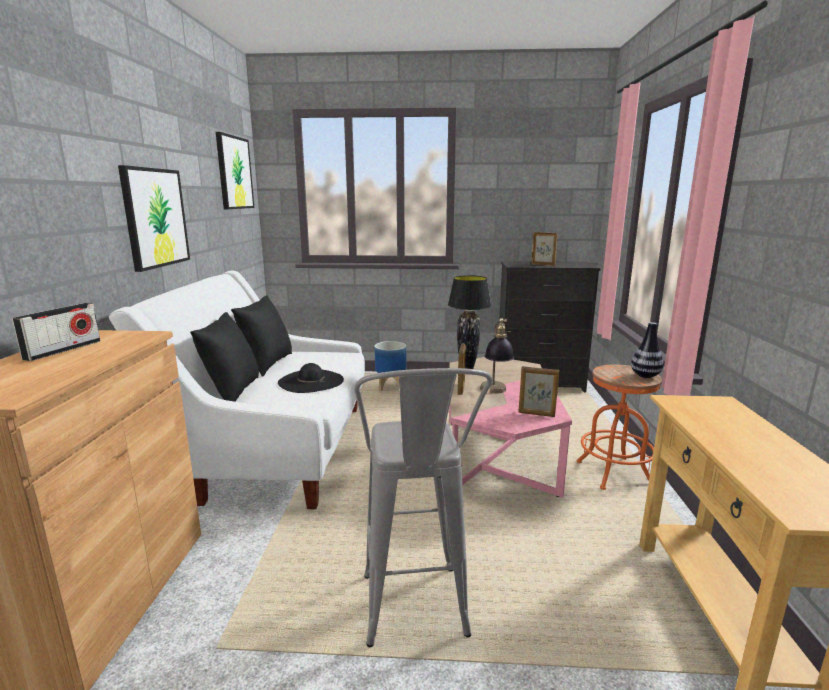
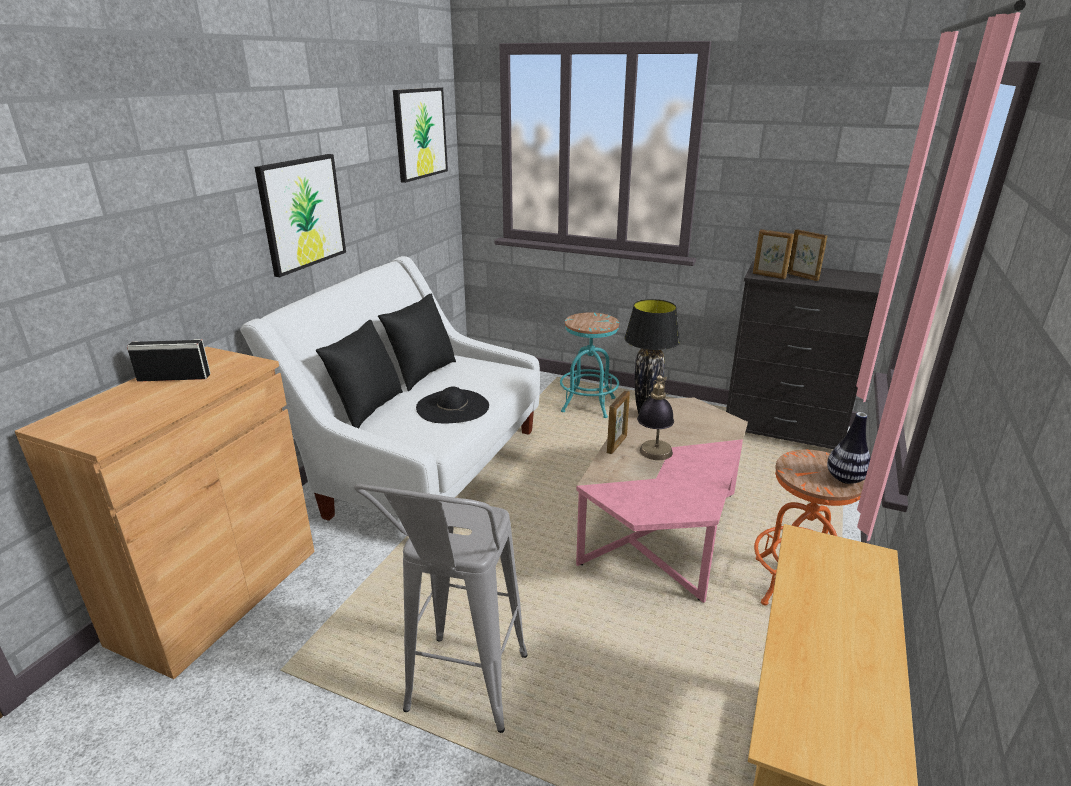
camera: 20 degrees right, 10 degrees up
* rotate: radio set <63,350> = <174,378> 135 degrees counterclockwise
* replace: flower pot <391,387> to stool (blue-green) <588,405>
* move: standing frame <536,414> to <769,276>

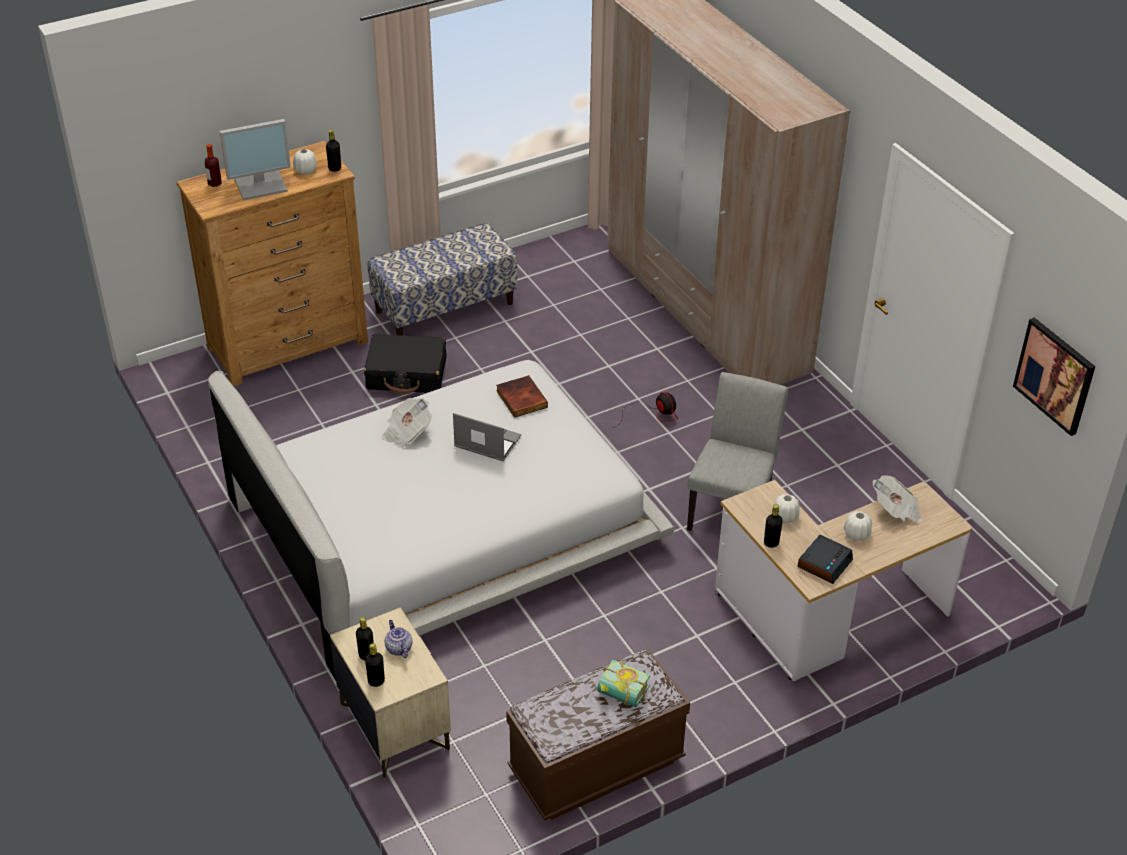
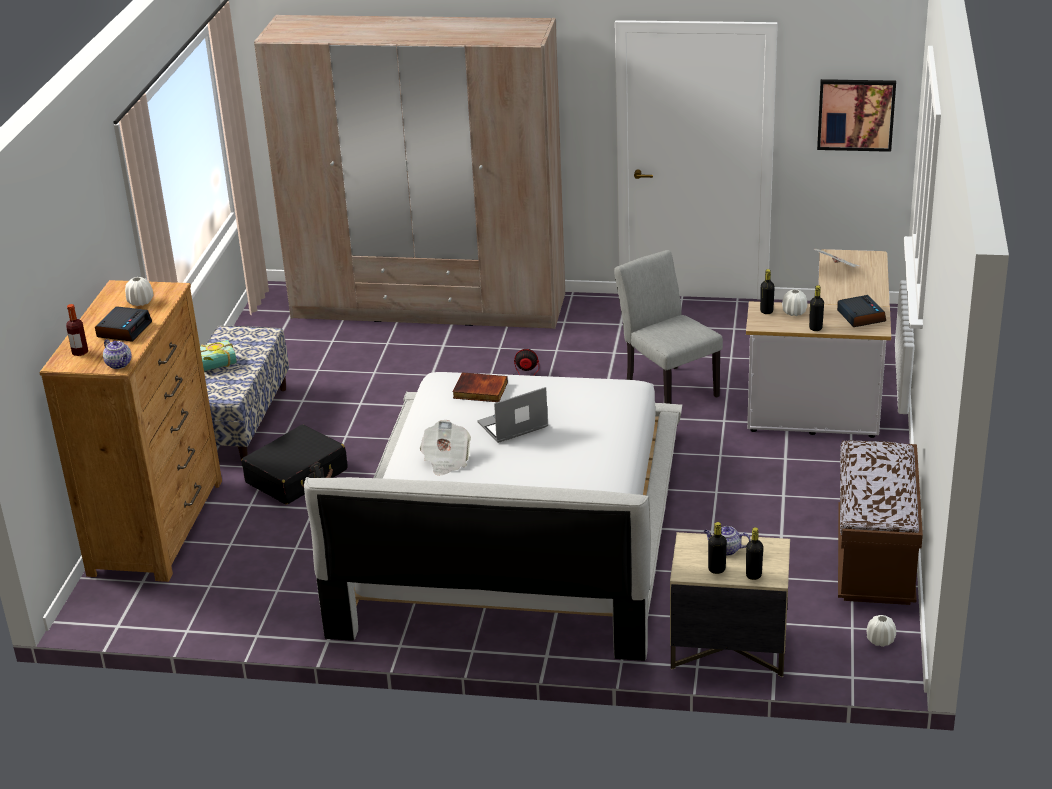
camera: 50 degrees left, 10 degrees down
* replace: computer display <261,184> to alarm clock <124,329>
* insert: tea pot <119,364>
* move: book <620,695> to <218,366>
* move: beverage bottle (blackish) <335,168> to <766,311>
* move: decorative vase (white-coloured) <856,534> to <880,640>

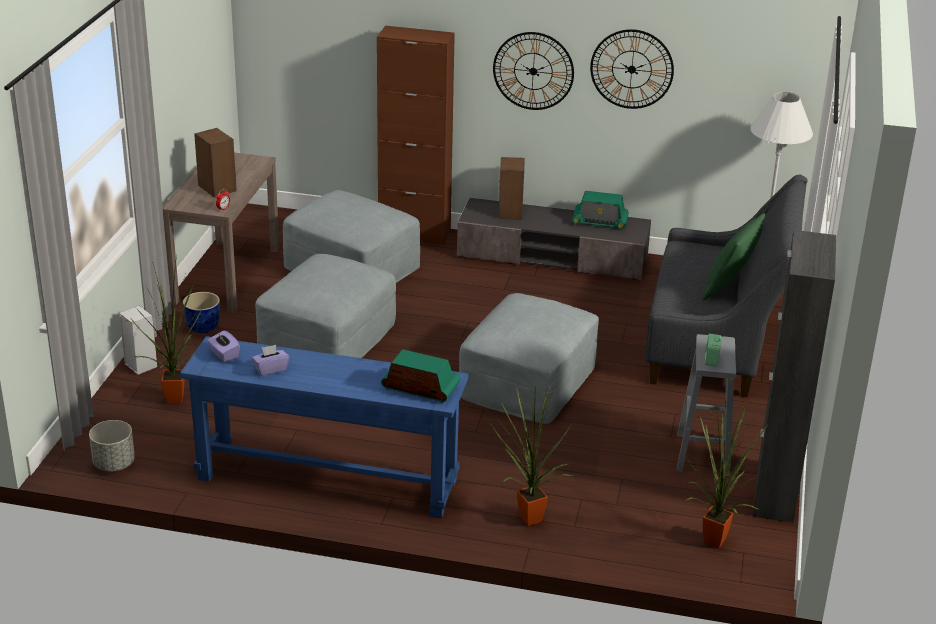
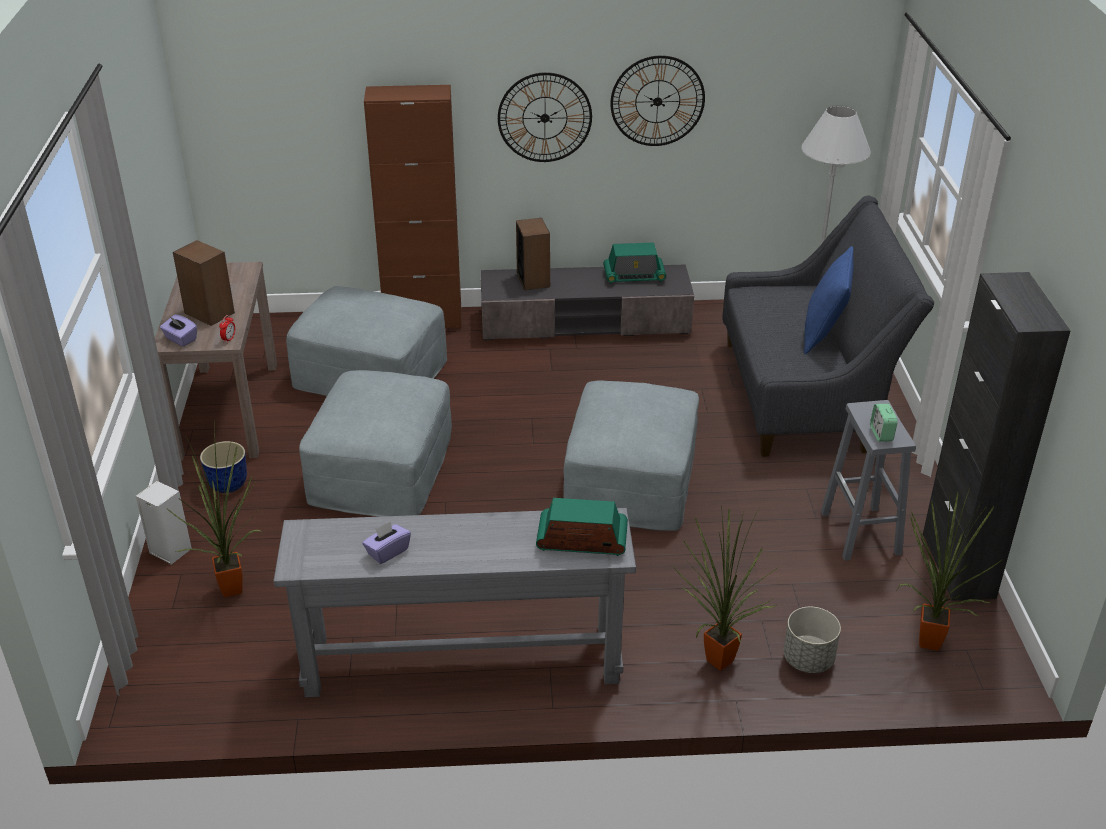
camera: 15 degrees left, 5 degrees up
* move: tissue box (purple) <224,355> to <180,339>
* recolor: narrow table (bluish) <327,479> to narrow table (gray) <462,660>
* move: flower pot (gray) <114,464> to <808,660>
* recolor: cushion (green) <730,287> to cushion (bluish) <824,333>

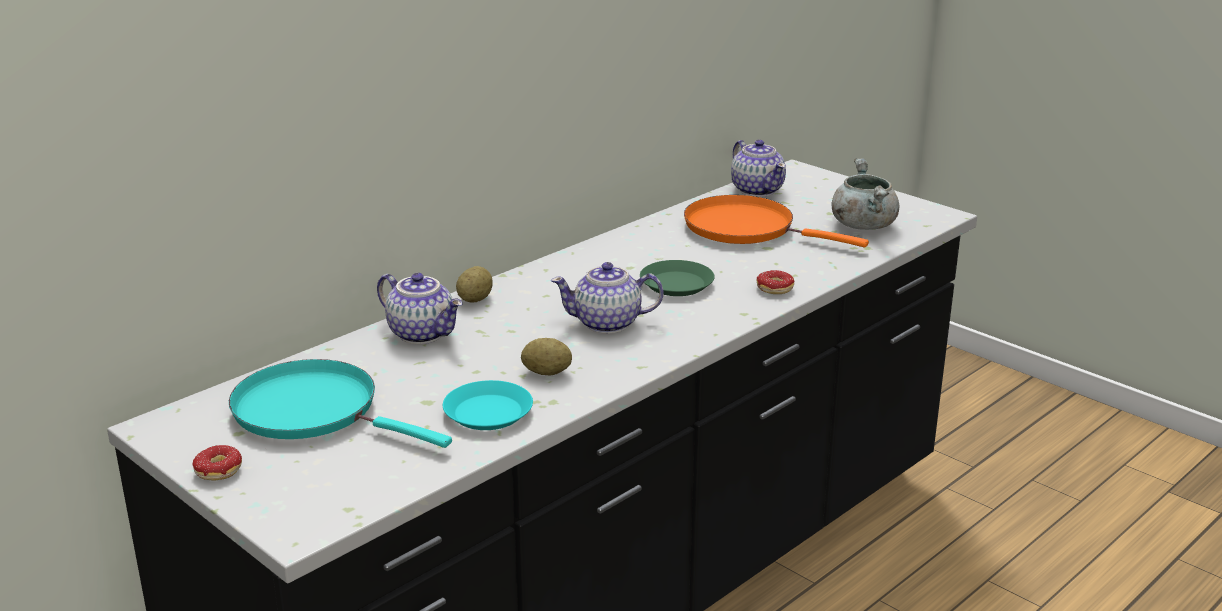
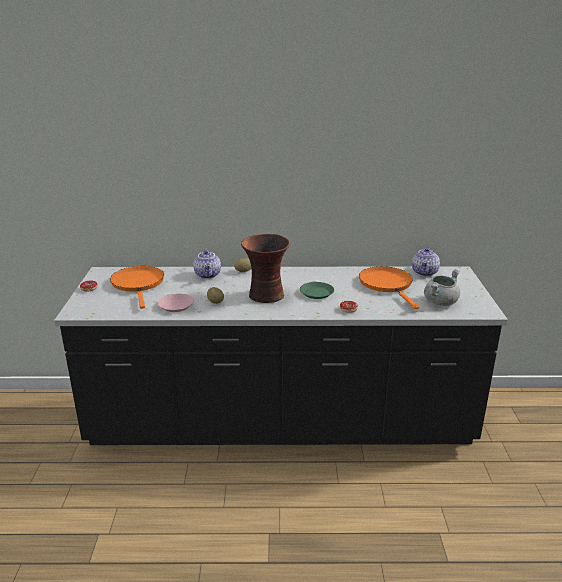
camera: 45 degrees right, 0 degrees up
* recolor: skillet (blue-green) <314,411> to skillet (orange) <138,284>
* recolor: plate (blue-green) <488,412> to plate (pinkish) <176,305>
* replace: tea pot <608,323> to decorative vase <266,296>

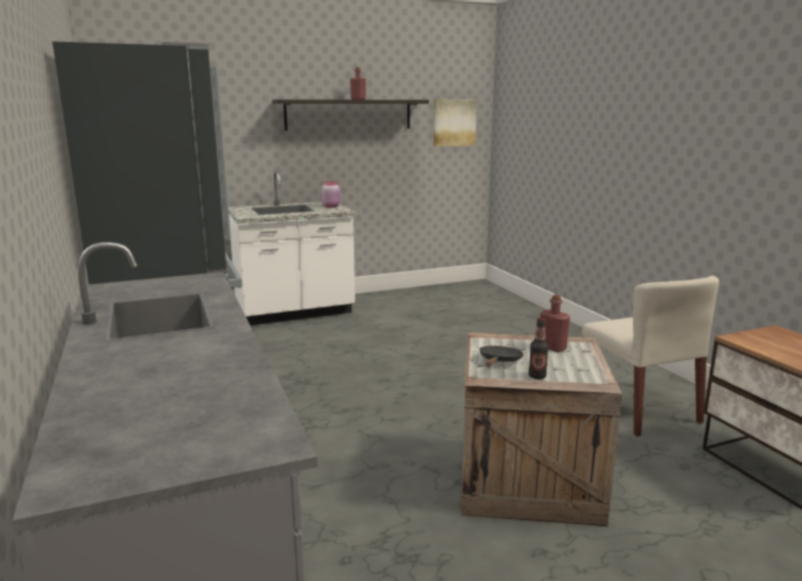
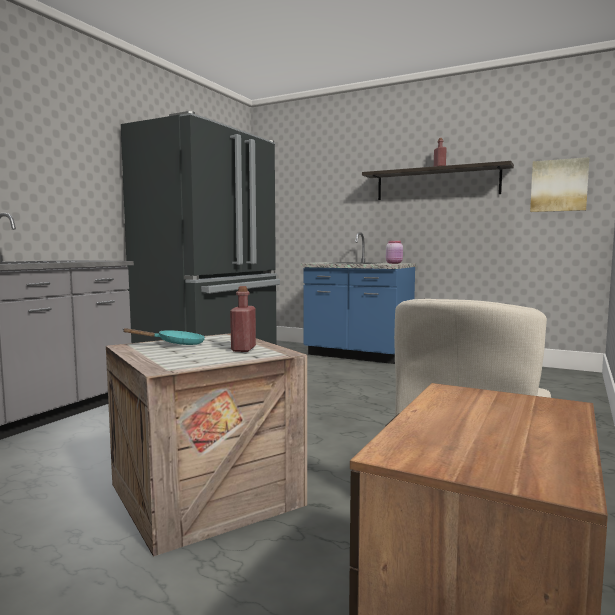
camera: 50 degrees right, 10 degrees down
* recolor: skillet (blackish) <499,361> to skillet (blue-green) <176,344>
* recolor: kitchen base unit (white-coloured) <295,312> to kitchen base unit (bluish) <358,355>
* delete: beverage bottle <537,376>

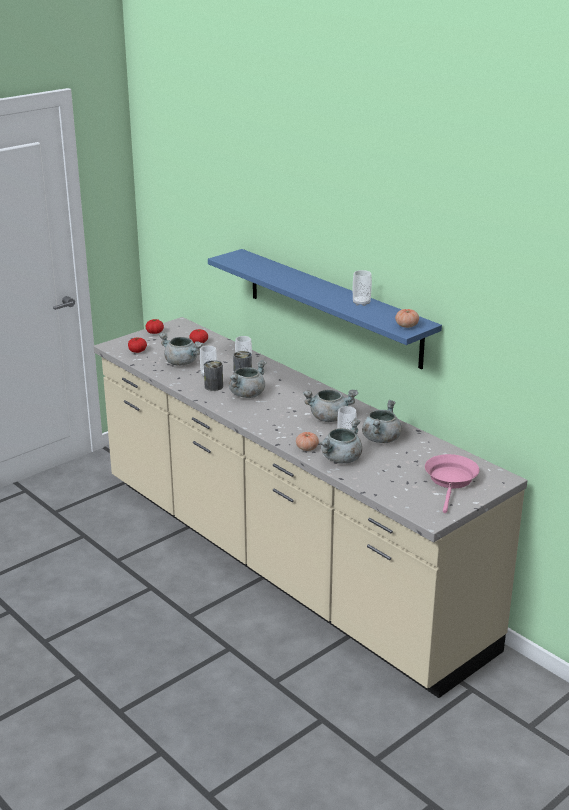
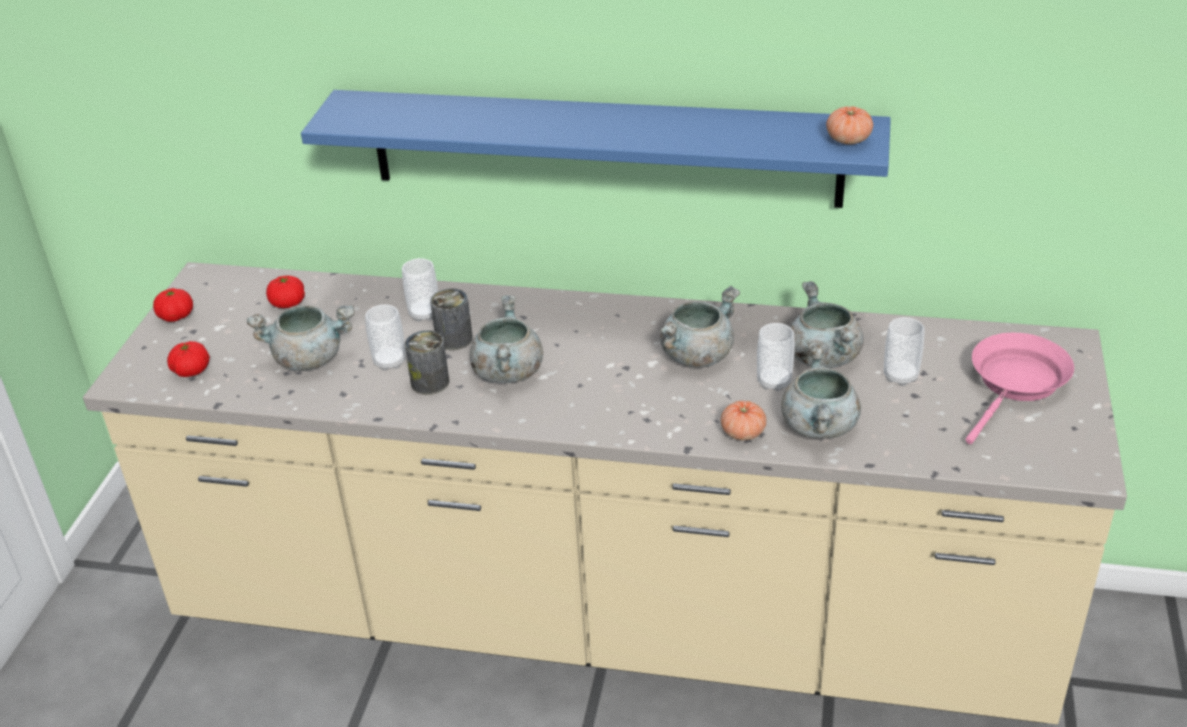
camera: 35 degrees left, 10 degrees up
* move: drinking cup <361,303> to <900,376>
* rotate: skillet (pinkish) <451,481> = <1016,384> 60 degrees clockwise

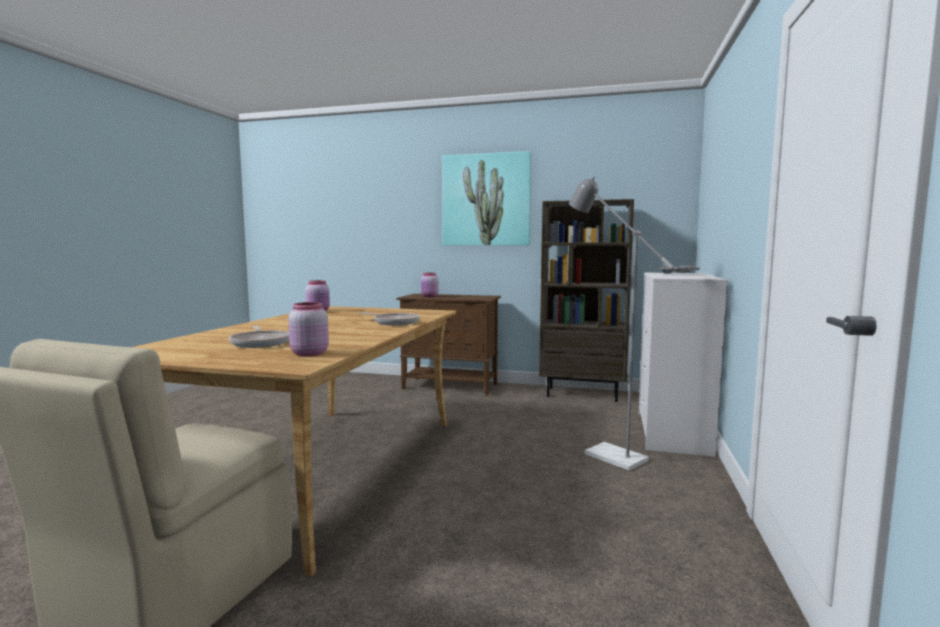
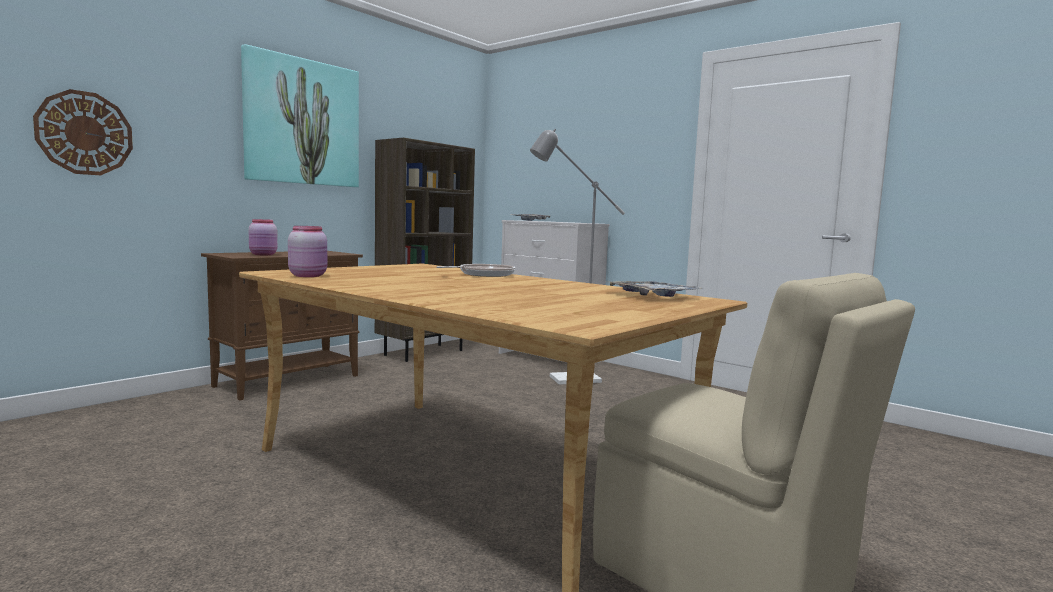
camera: 65 degrees left, 0 degrees up
* insert: clock on the wall <84,133>
* replace: jar (pinkish) <308,353> to carrying tray <653,296>
* delete: skillet <261,343>

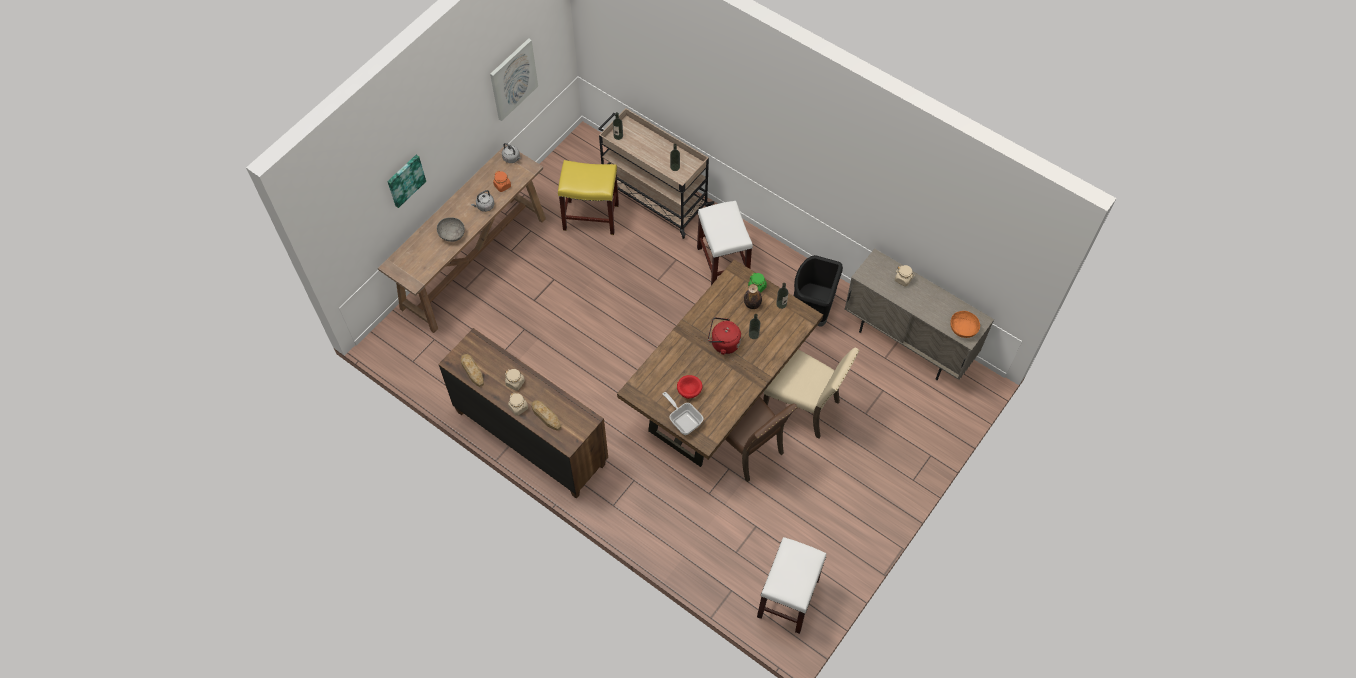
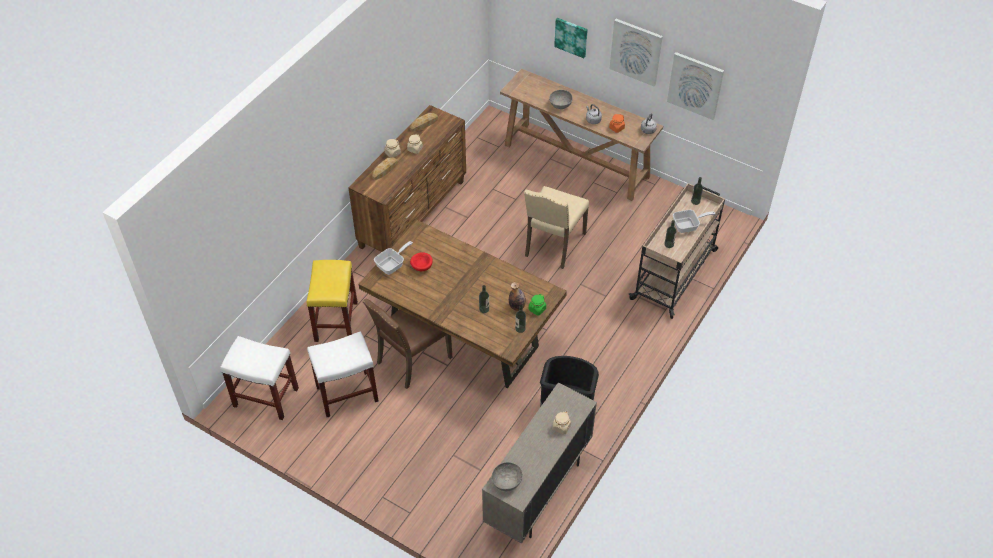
camera: 85 degrees right, 10 degrees down
* move: stool (yellowish) <590,217> to <336,321>
* move: stool (white-coloured) <722,263> to <347,393>
* recolor: deep dish (orange) <963,329> to deep dish (gray) <507,481>
* move: upright chair (sand-coloured) <803,407> to <553,245>
* insert: wall picture <636,51>
* insert: skillet <688,226>
* delete: tea kettle (red) <723,343>

